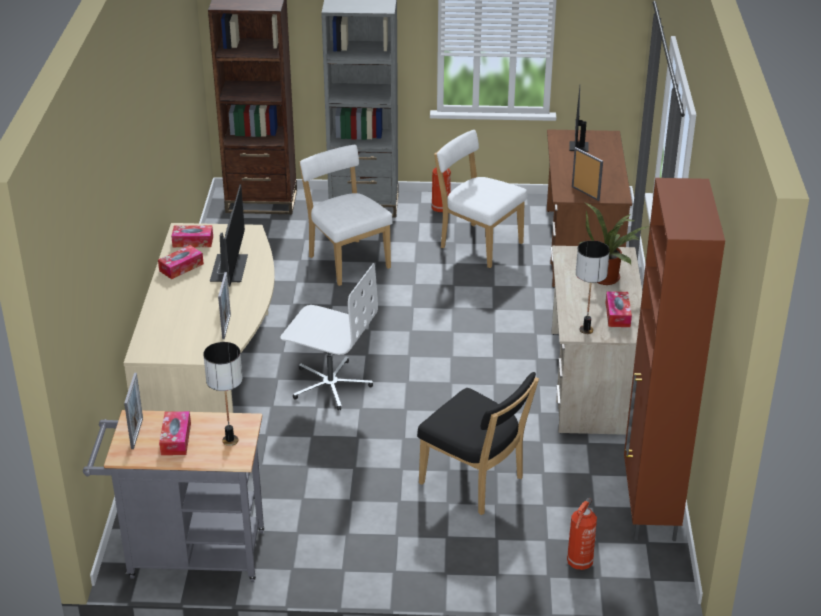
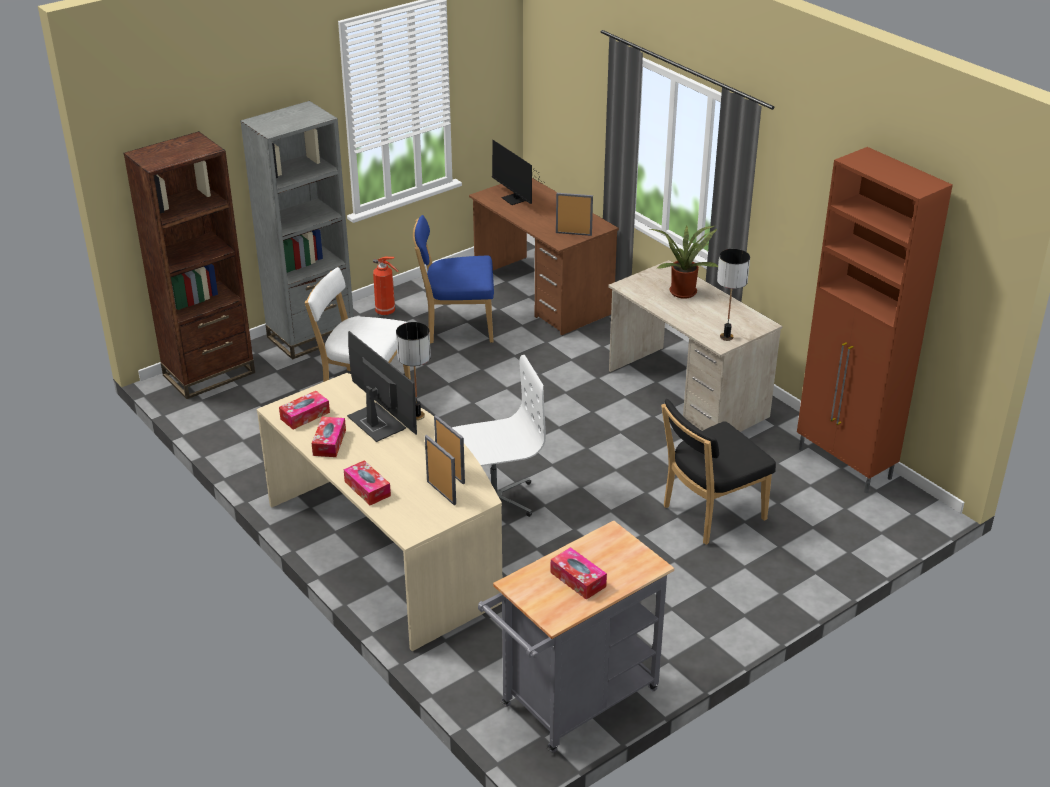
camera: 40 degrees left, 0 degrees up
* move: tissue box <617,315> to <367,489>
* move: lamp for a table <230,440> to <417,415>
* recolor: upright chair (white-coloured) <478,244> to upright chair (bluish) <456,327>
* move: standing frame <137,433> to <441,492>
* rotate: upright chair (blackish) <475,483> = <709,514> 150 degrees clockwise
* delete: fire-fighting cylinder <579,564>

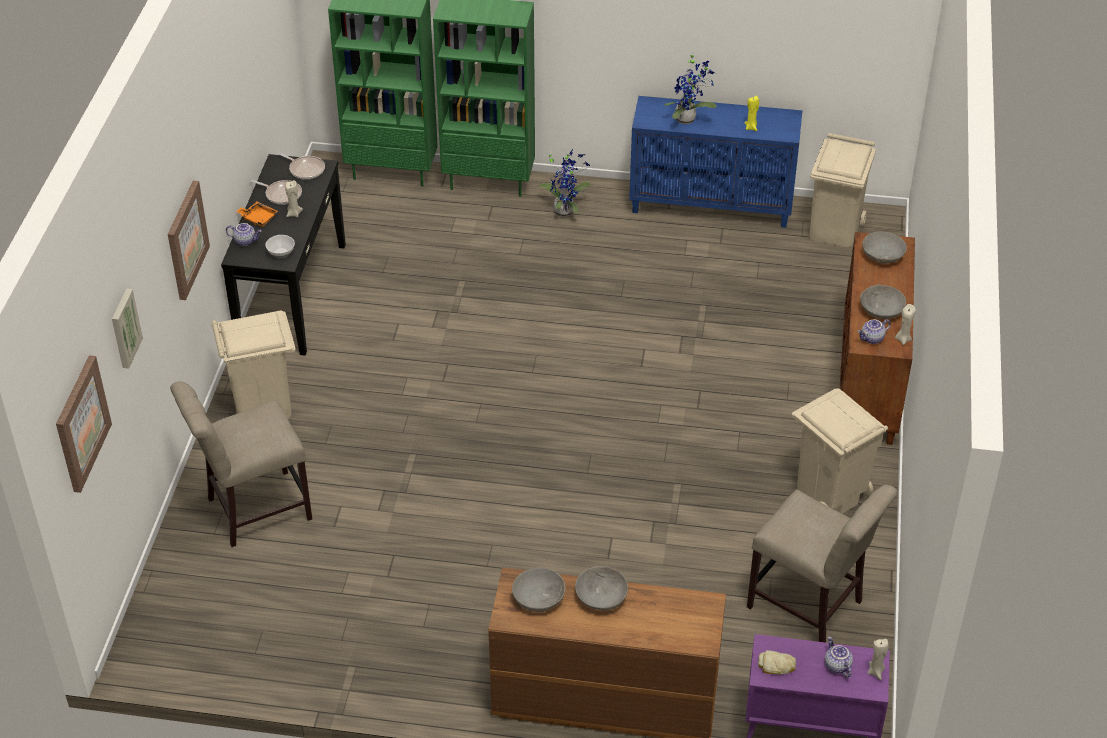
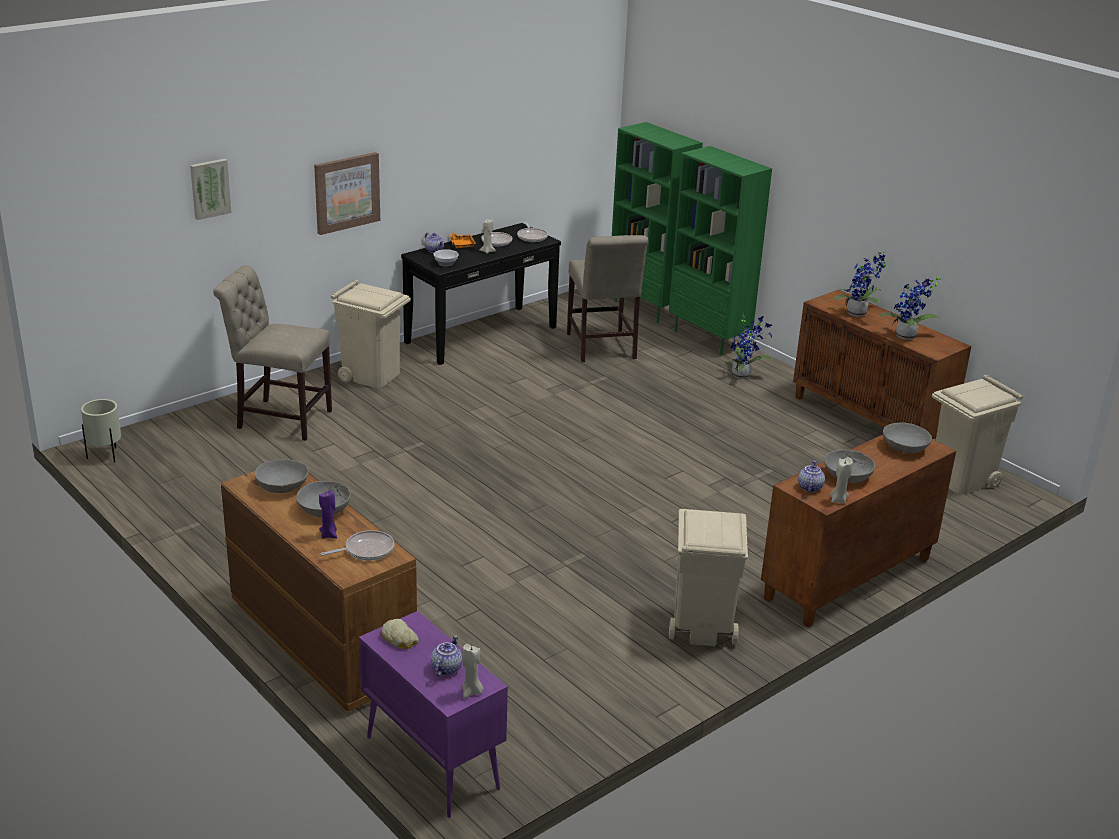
camera: 40 degrees right, 15 degrees down
* insert: flower pot (sand-coloured) <106,456>
* insert: wax candle (purple) <329,534>
* insert: skillet <366,550>
* move: upright chair (sand-coloured) <810,608> to <601,348>
* recolor: cabinet (bluish) <712,205> to cabinet (brown-coloured) <870,420>
* rotate: tea pot <872,339> = <809,487> 90 degrees clockwise
* replace: wax candle (yellowish) <751,127> to houseplant <907,337>
* delete: wall picture <81,423>

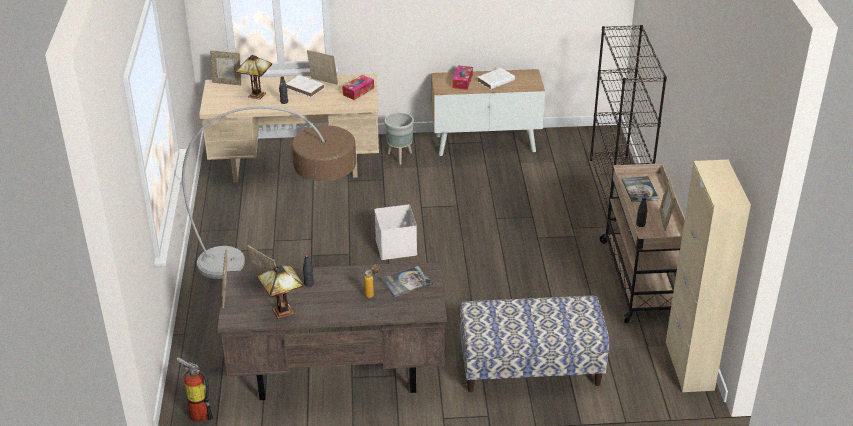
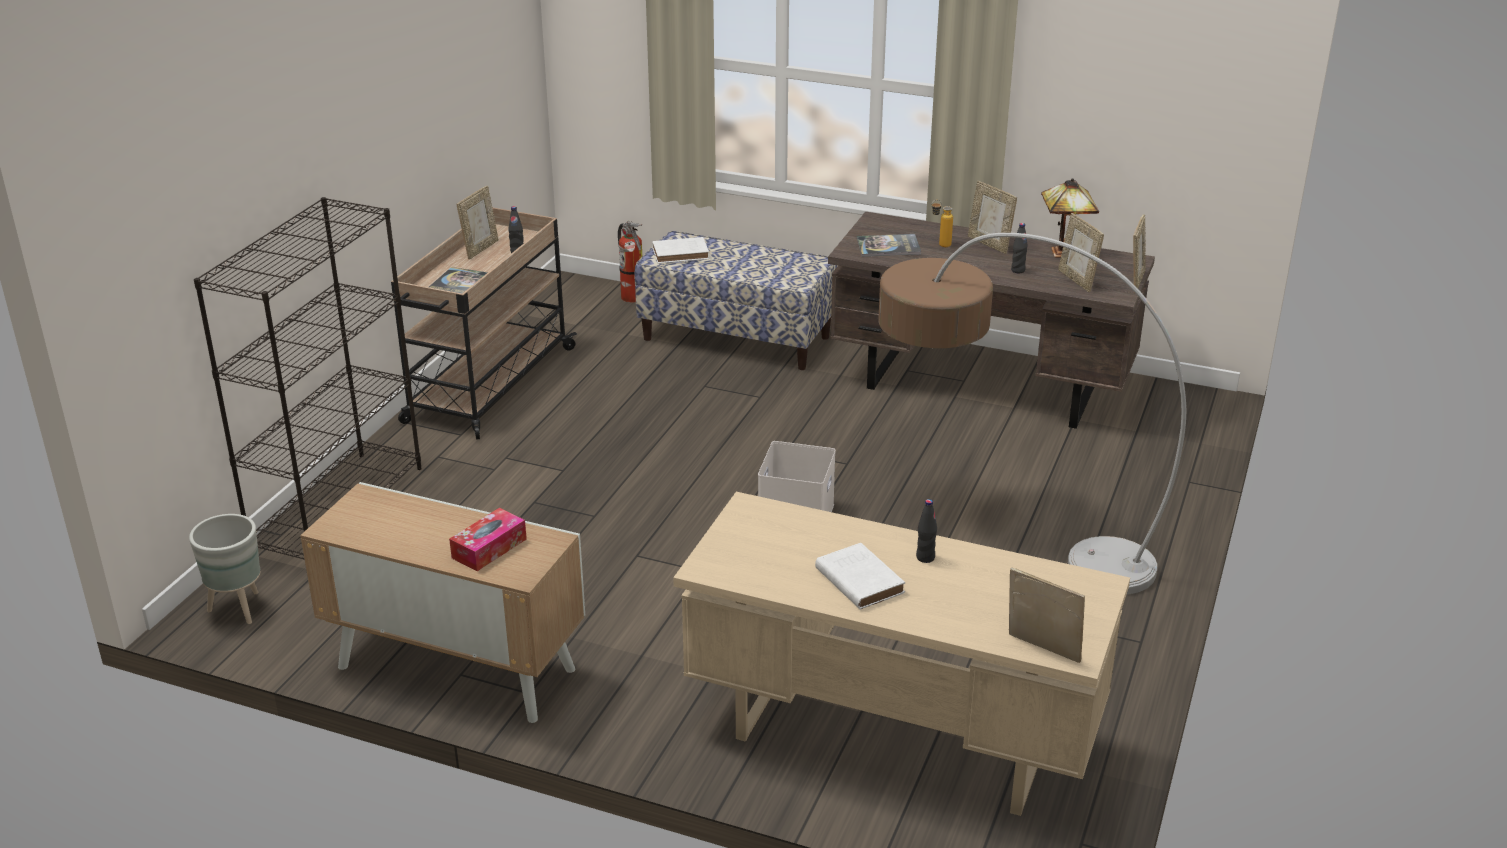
camera: 155 degrees left, 5 degrees down
* move: flower pot (gray) <400,157> to <238,608>
* move: fire-fighting cylinder <199,413> to <632,299>
* move: book (white-coloured) <495,81> to <682,254>
* move: standing frame <323,82> to <989,244>
* delete: lamp for a table <255,95>
* delete: tissue box <358,91>
* delete: cabinet (sand-coloured) <689,366>

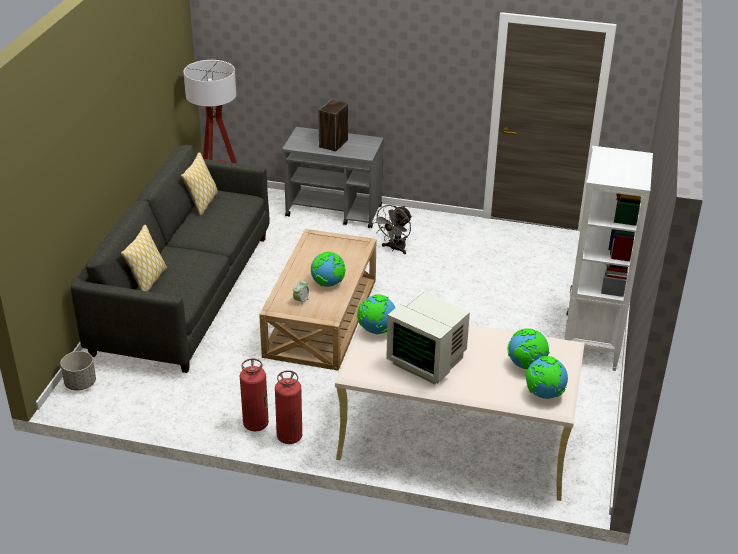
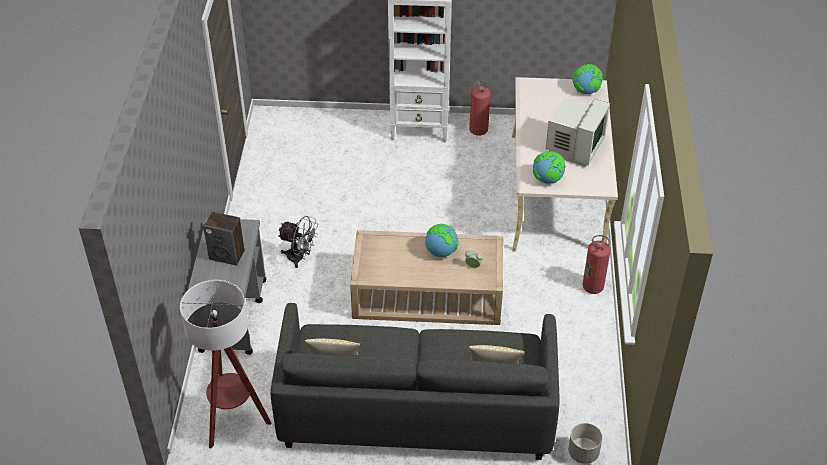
camera: 100 degrees left, 10 degrees up
* move: fire-fighting cylinder <255,424> to <478,130>
* delete: world globe <526,366>

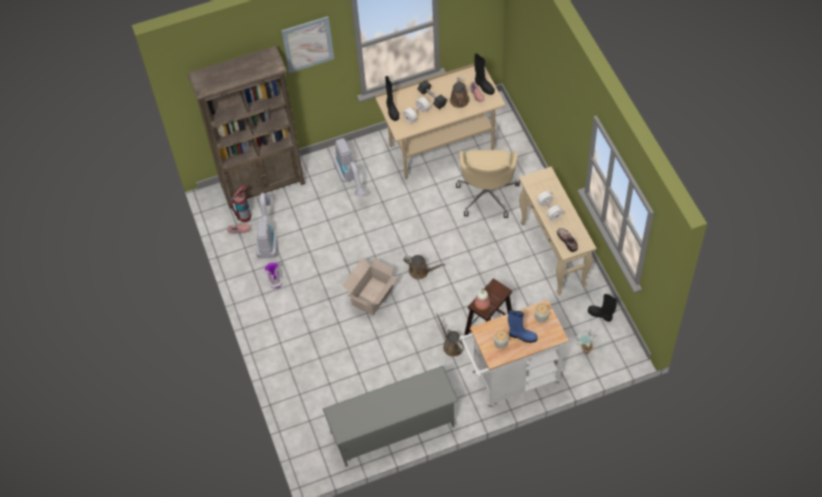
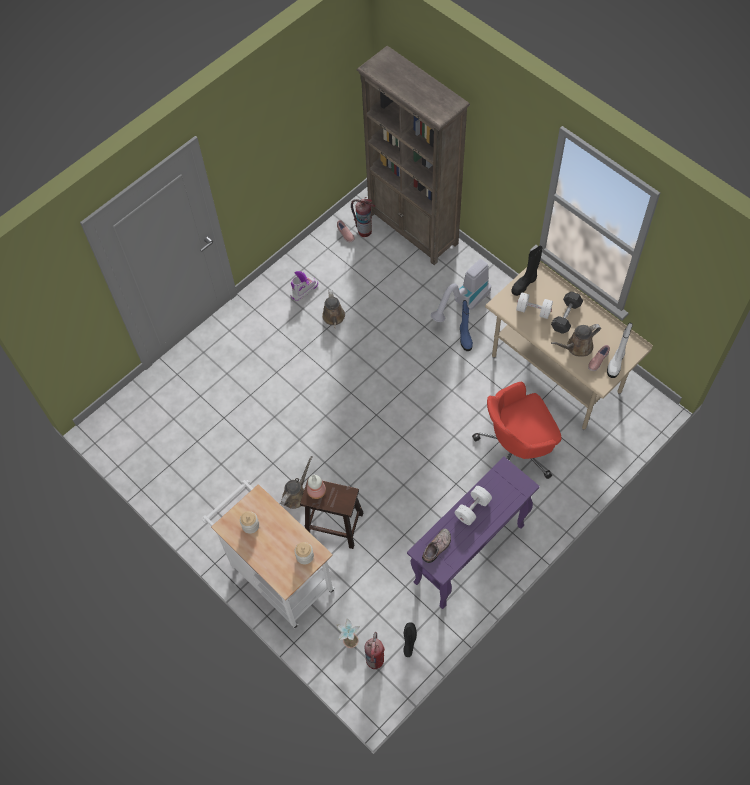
camera: 65 degrees right, 5 degrees up
* move: watering can (brown-coloured) <421,271> to <334,318>
* insert: fire-fighting cylinder <375,660>
* recolor: narrow table (sand-coloured) <553,254> to narrow table (purple) <468,555>
* move: high-top boot (bluish) <522,336> to <465,337>
* recolor: desk chair (sand-coloured) <487,194> to desk chair (red) <516,449>
* recolor: high-top boot (blackish) <483,86> to high-top boot (white-coloured) <616,363>
* delete: vacuum <267,237>
* delete: wall picture <308,44>
* delete: shoe rack (gray) <393,429>
* delete: carton <371,297>

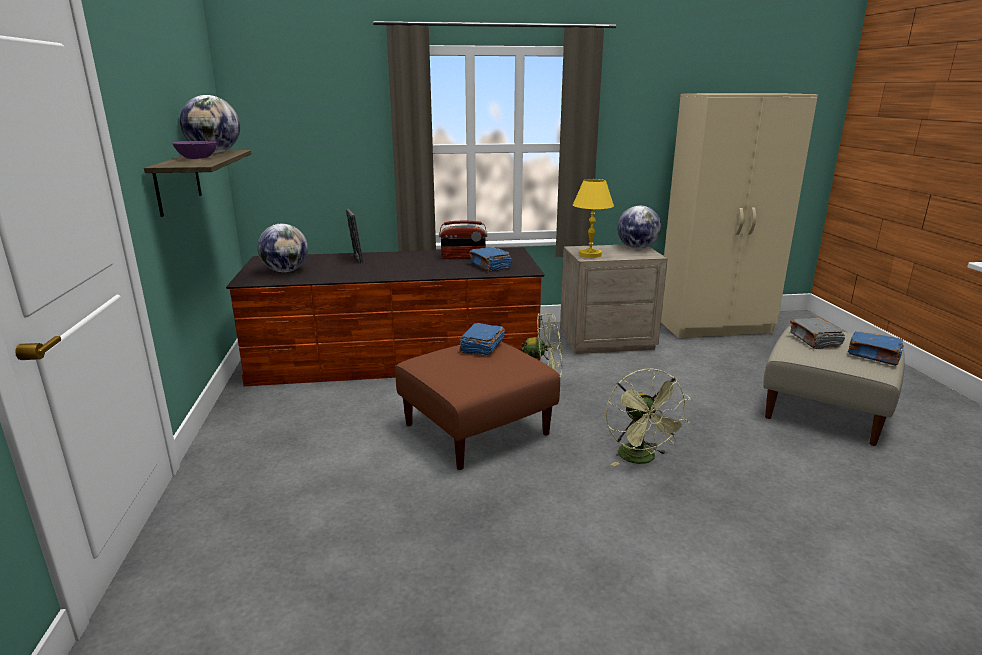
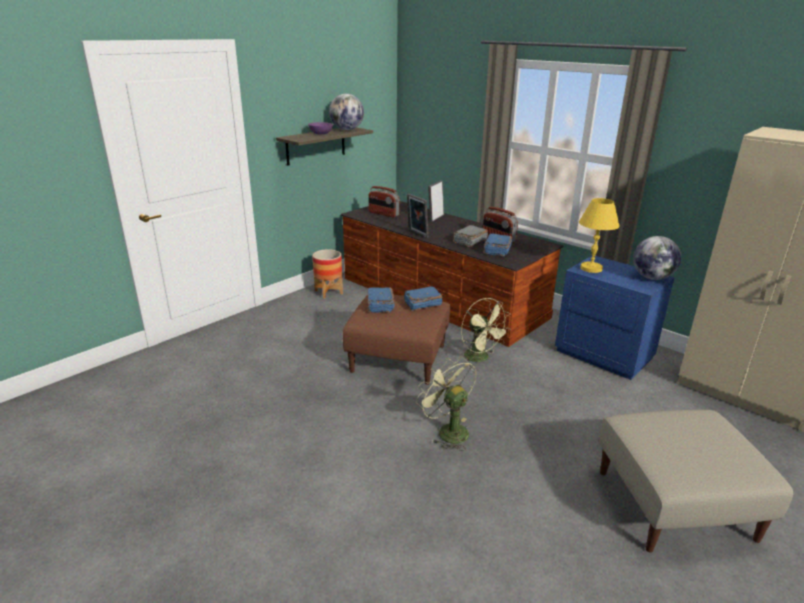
camera: 50 degrees right, 5 degrees up
* insert: flower pot <329,292>
* move: book (bluish) <874,356> to <379,306>
* replace: world globe <286,271> to radio set <383,214>
* insert: standing frame <417,234>
* rotate: fan (green) <641,459> = <447,431> 105 degrees clockwise
* move: book (gray) <814,341> to <469,241>
* recolor: nightstand (sand-coloured) <606,341> to nightstand (bluish) <604,354>

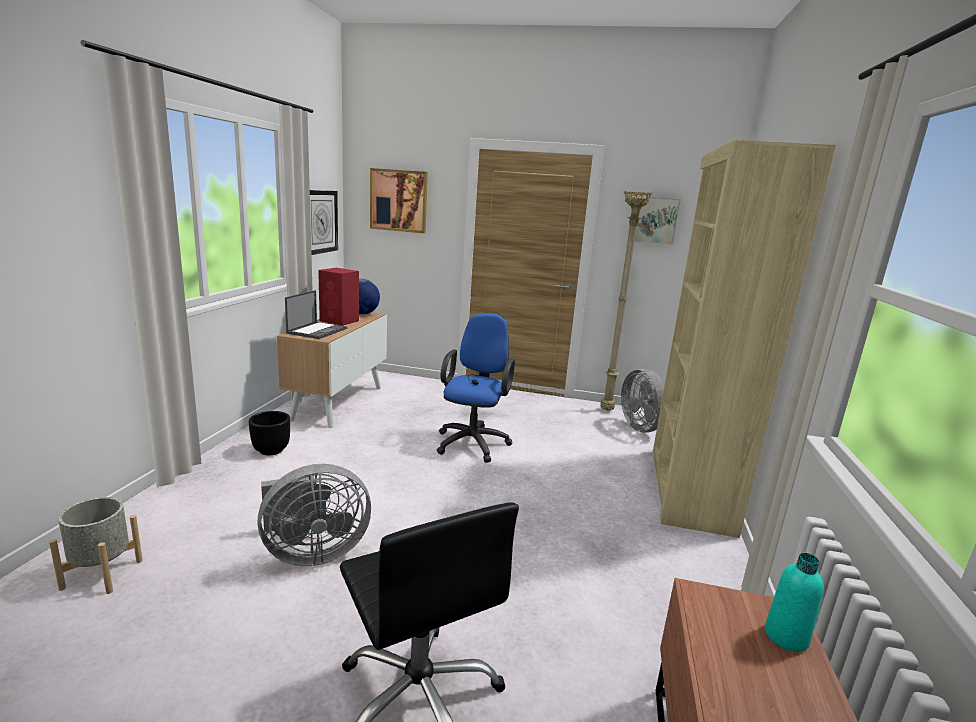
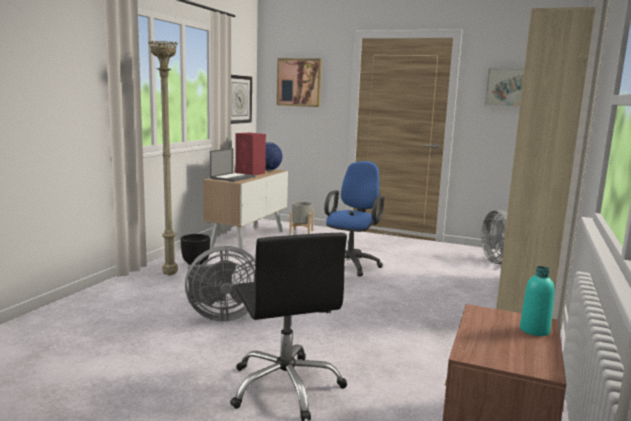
camera: 10 degrees right, 5 degrees down
* move: standard lamp (sand-coloured) <606,410> to <169,275>
* move: flower pot (gray) <102,574> to <301,232>

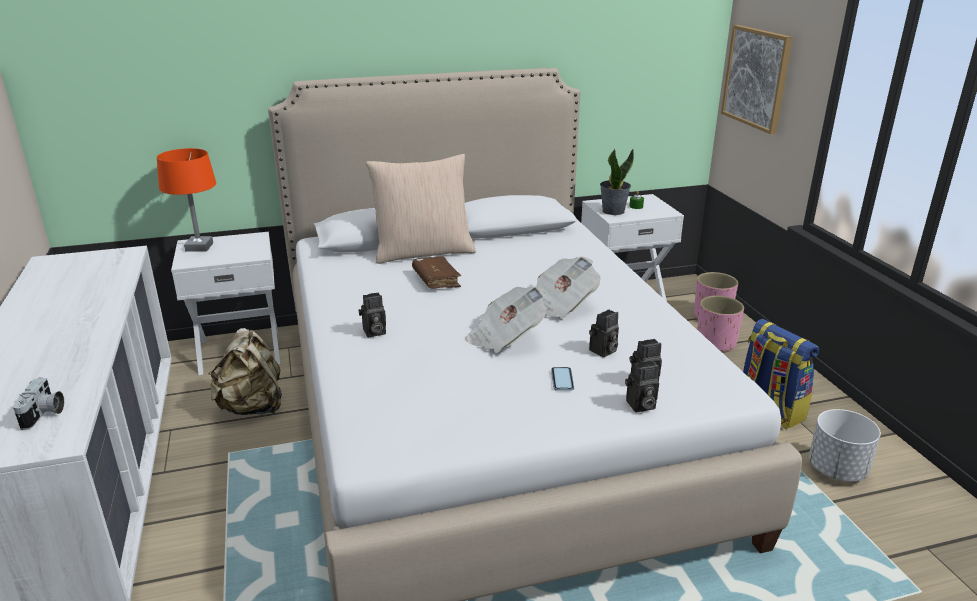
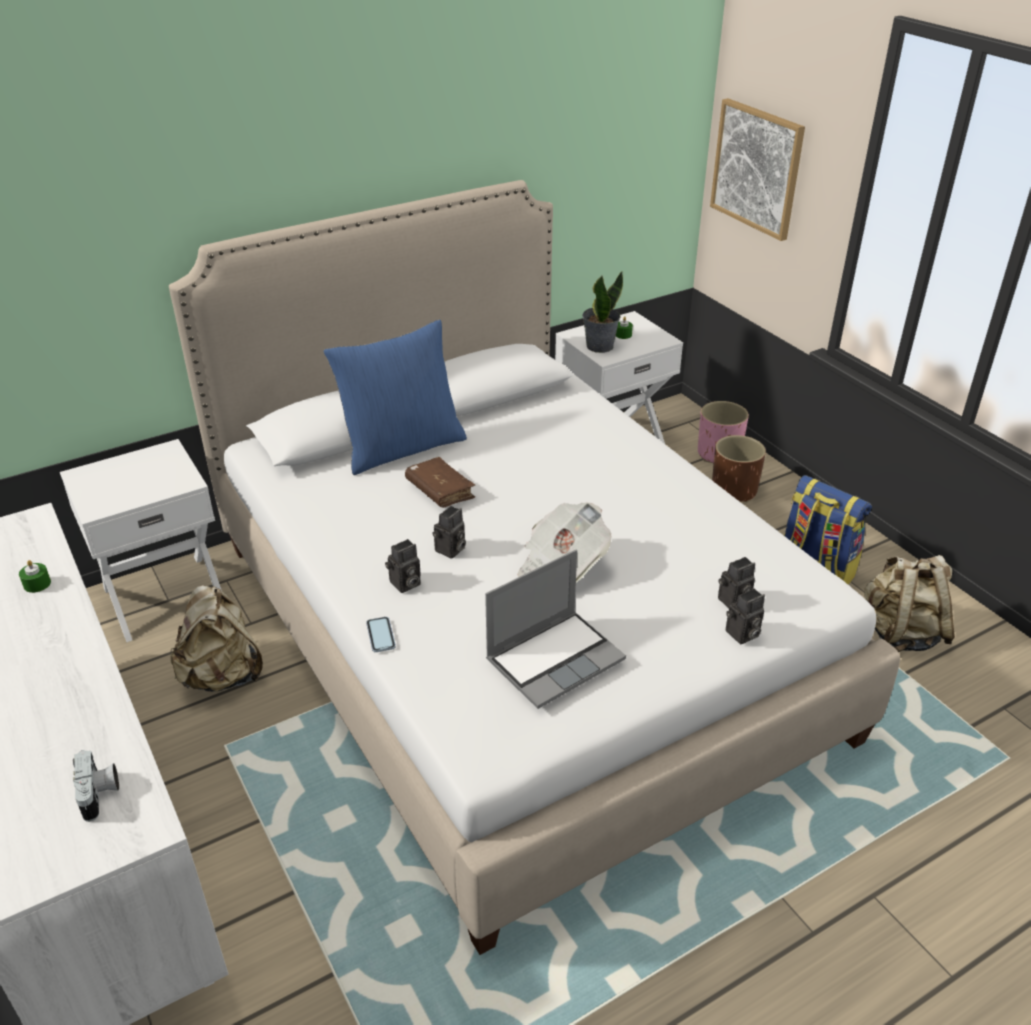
camera: 15 degrees left, 10 degrees up
* insert: wax candle (green) <37,584>
* recolor: cushion (sand-coloured) <423,252> to cushion (bluish) <402,447>
* move: telephone <562,380> to <381,635>
* move: photo camera <603,351> to <450,550>
* insert: notebook computer <555,659>
* recolor: flower pot (pinkish) <716,343> to flower pot (brown-coloured) <734,490>
* replace: flower pot (white-coloured) <836,470> to backpack (sand-coloured) <900,634>
* delete: lamp for a table (orange) <199,247>
* delete: newspaper <560,305>

